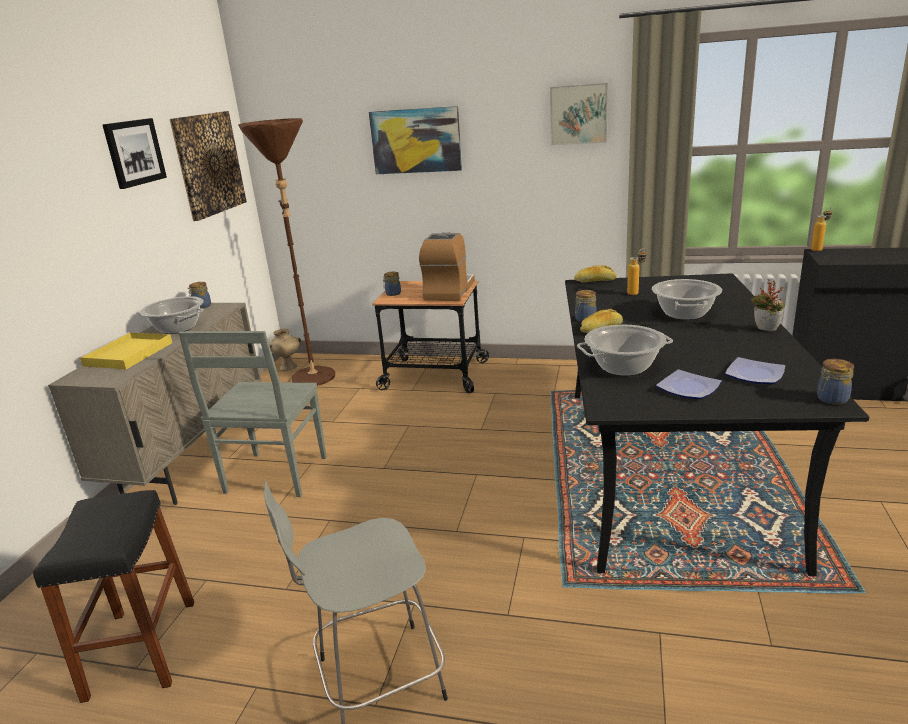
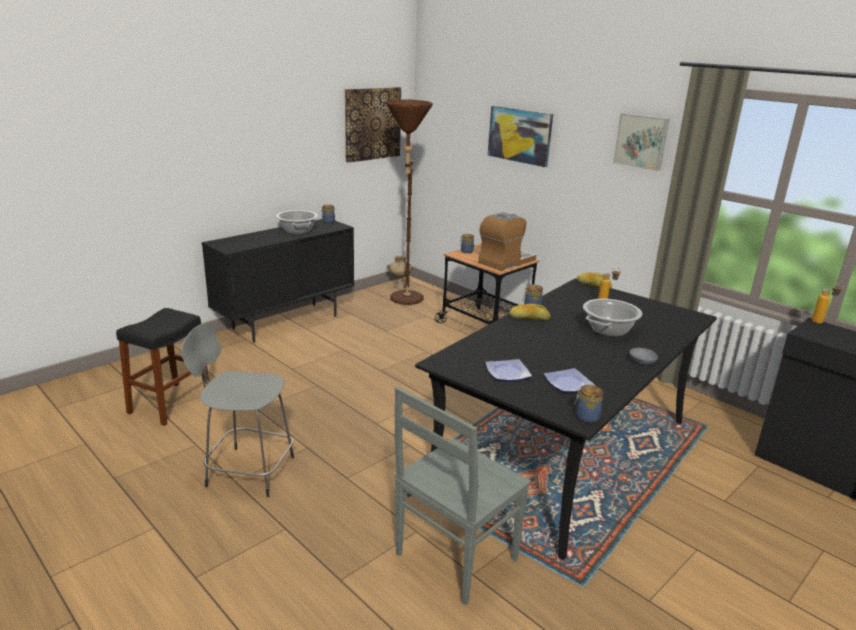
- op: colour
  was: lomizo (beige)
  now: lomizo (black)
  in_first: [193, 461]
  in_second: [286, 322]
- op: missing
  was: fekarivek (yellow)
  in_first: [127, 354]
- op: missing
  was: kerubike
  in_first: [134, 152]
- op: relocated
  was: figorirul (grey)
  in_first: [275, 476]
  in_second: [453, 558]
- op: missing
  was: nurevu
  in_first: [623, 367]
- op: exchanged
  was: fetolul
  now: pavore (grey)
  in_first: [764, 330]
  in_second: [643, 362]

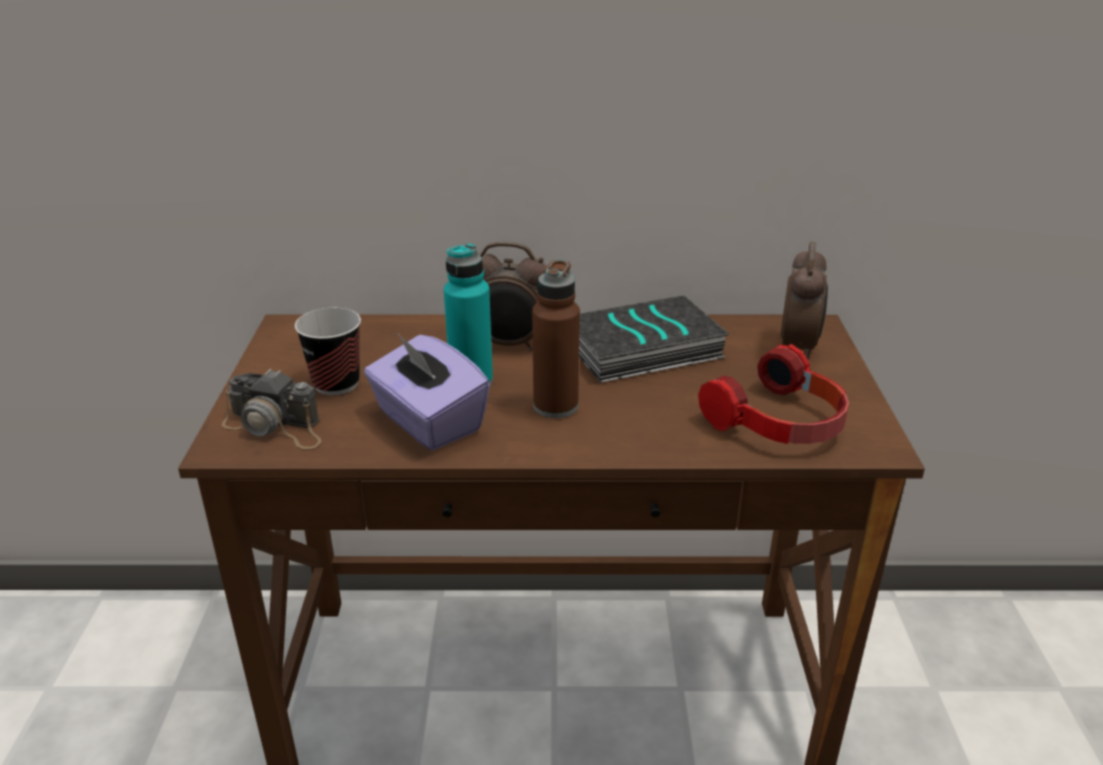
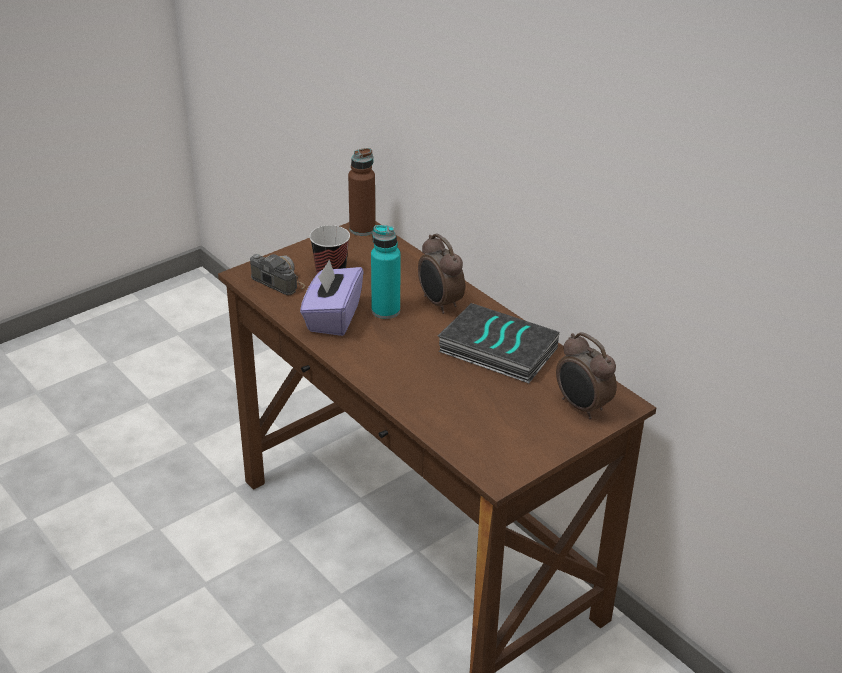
- op: spun
  was: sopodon
  in_first: [276, 427]
  in_second: [276, 278]
  clockwise: 150
- op: relocated
  was: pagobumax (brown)
  in_first: [555, 406]
  in_second: [362, 229]
- op: missing
  was: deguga
  in_first: [780, 423]
- op: spun
  was: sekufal
  in_first: [799, 348]
  in_second: [581, 407]
  clockwise: 75

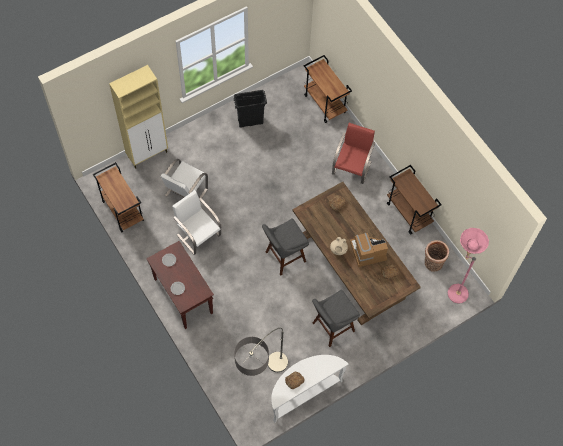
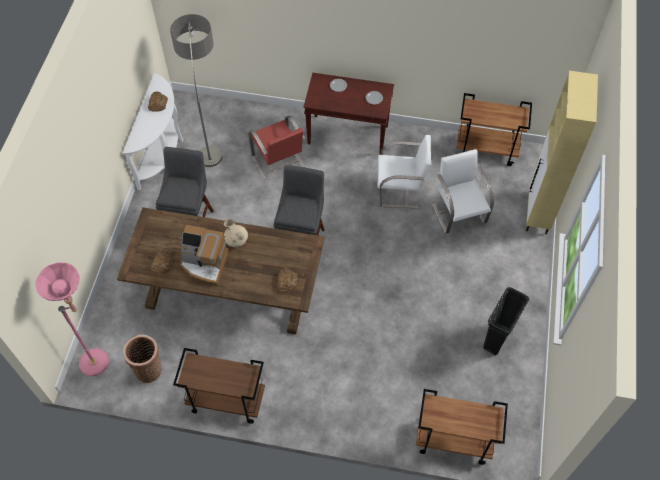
- op: relocated
  was: figorirul (red)
  in_first: [352, 167]
  in_second: [279, 162]
- op: spun
  was: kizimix
  in_first: [367, 252]
  in_second: [204, 263]
  clockwise: 75

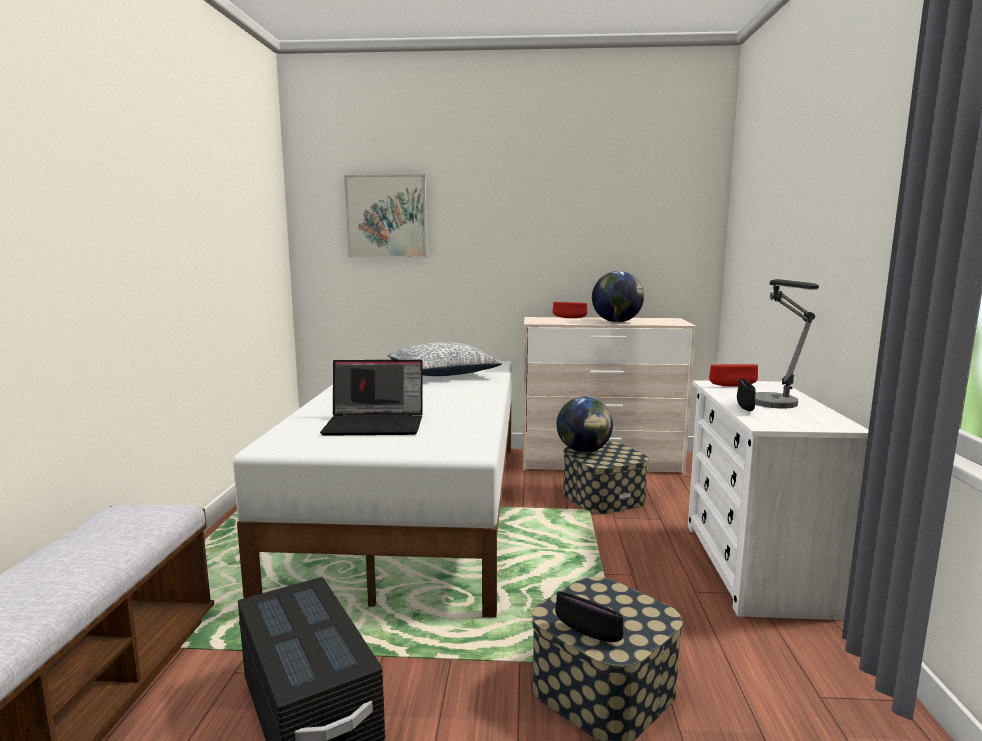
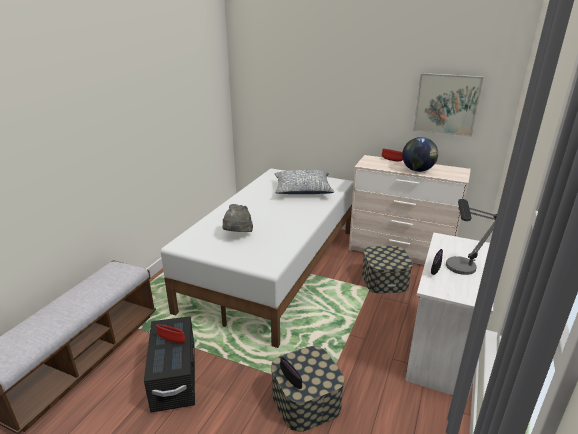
- op: exchanged
  was: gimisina
  now: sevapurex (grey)
  in_first: [376, 424]
  in_second: [237, 235]
- op: relocated
  was: kerubike
  in_first: [386, 216]
  in_second: [446, 104]
- op: missing
  was: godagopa
  in_first: [584, 451]
- op: relocated
  was: pavore (red)
  in_first: [732, 386]
  in_second: [171, 340]

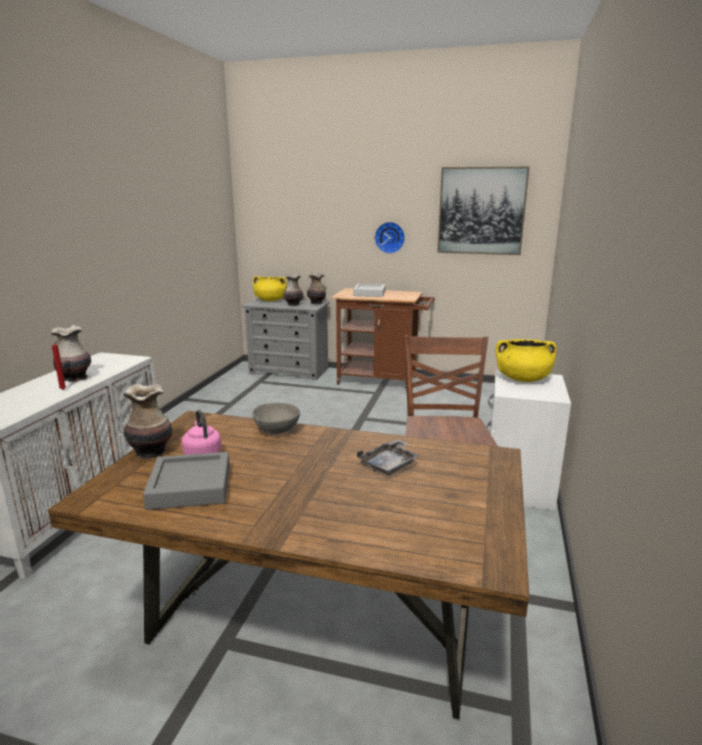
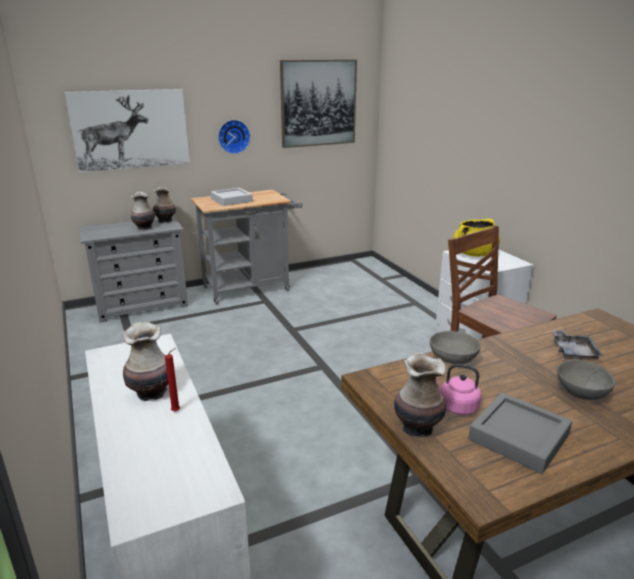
- op: missing
  was: nurevu (yellow)
  in_first: [270, 300]
- op: colour
  was: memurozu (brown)
  now: memurozu (grey)
  in_first: [382, 381]
  in_second: [251, 287]
- op: appeared
  now: kerubike
  in_second: [130, 129]
- op: appeared
  now: pavore (grey)
  in_second: [581, 393]

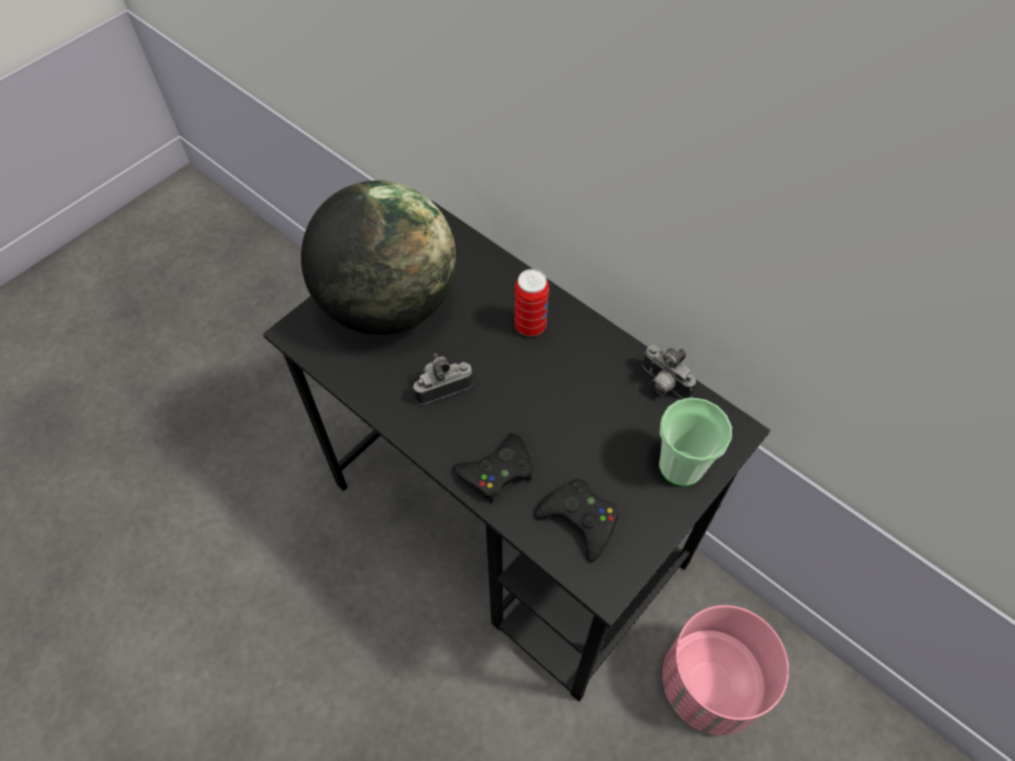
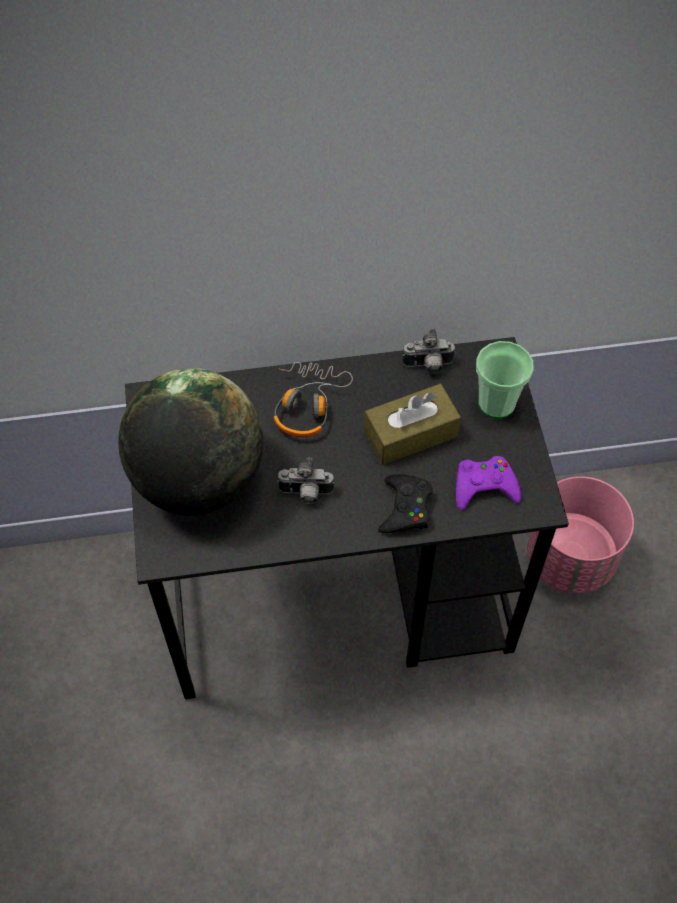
- op: spun
  was: sopodon
  in_first: [442, 387]
  in_second: [306, 494]
  clockwise: -105
- op: exchanged
  was: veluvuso
  now: deguga
  in_first: [530, 326]
  in_second: [307, 405]
- op: colour
  was: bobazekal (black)
  now: bobazekal (purple)
  in_first: [580, 520]
  in_second: [484, 487]
- op: appeared
  now: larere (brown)
  in_second: [410, 434]

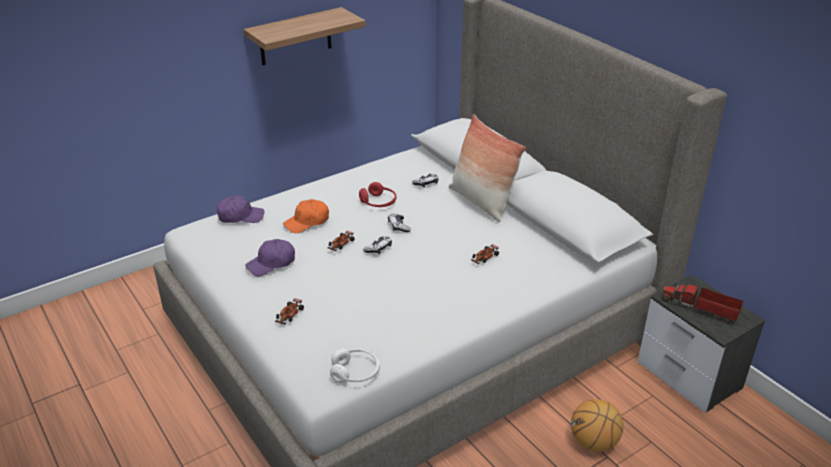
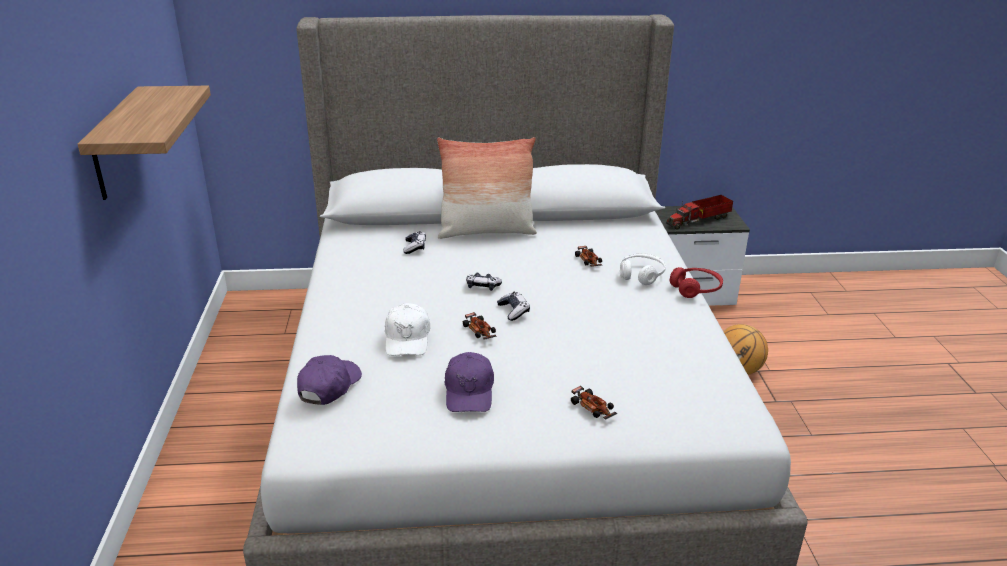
- op: colour
  was: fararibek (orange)
  now: fararibek (white)
  in_first: [307, 222]
  in_second: [407, 339]
- op: relocated
  was: deguga (white)
  in_first: [355, 372]
  in_second: [641, 275]
- op: relocated
  was: deguga (red)
  in_first: [378, 202]
  in_second: [696, 289]

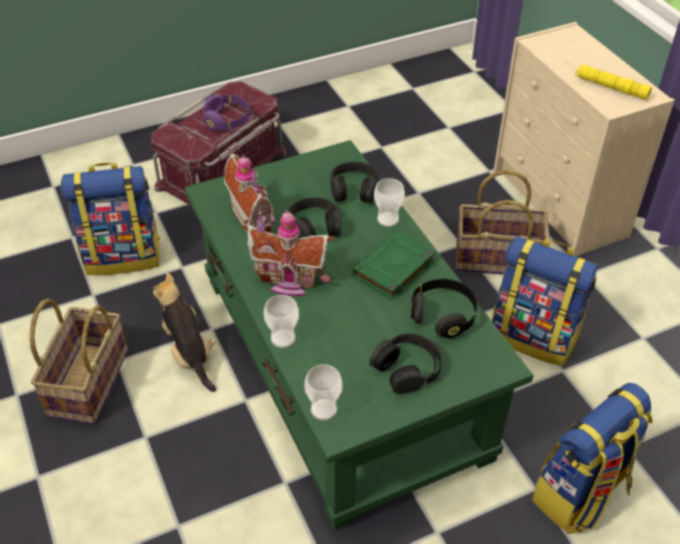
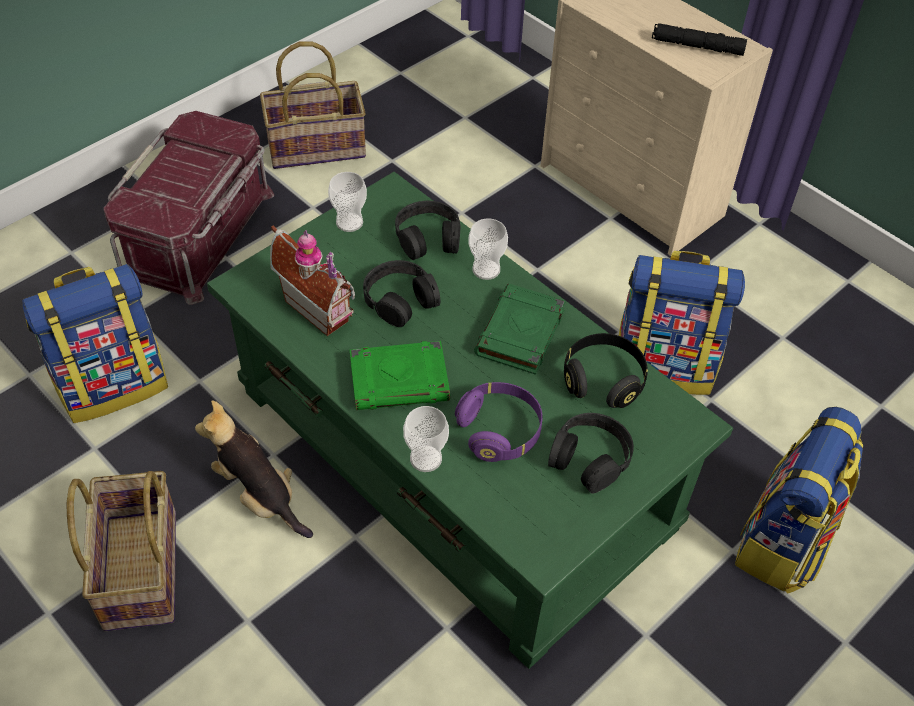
- op: relocated
  was: deguga (purple)
  in_first: [227, 121]
  in_second: [499, 431]
- op: exchanged
  was: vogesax
  now: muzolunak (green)
  in_first: [289, 281]
  in_second: [400, 381]
- op: relocated
  was: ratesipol
  in_first: [324, 409]
  in_second: [349, 222]
- op: relocated
  was: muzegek
  in_first: [497, 258]
  in_second: [316, 146]
- op: colour
  was: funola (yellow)
  now: funola (black)
  in_first: [611, 87]
  in_second: [697, 46]

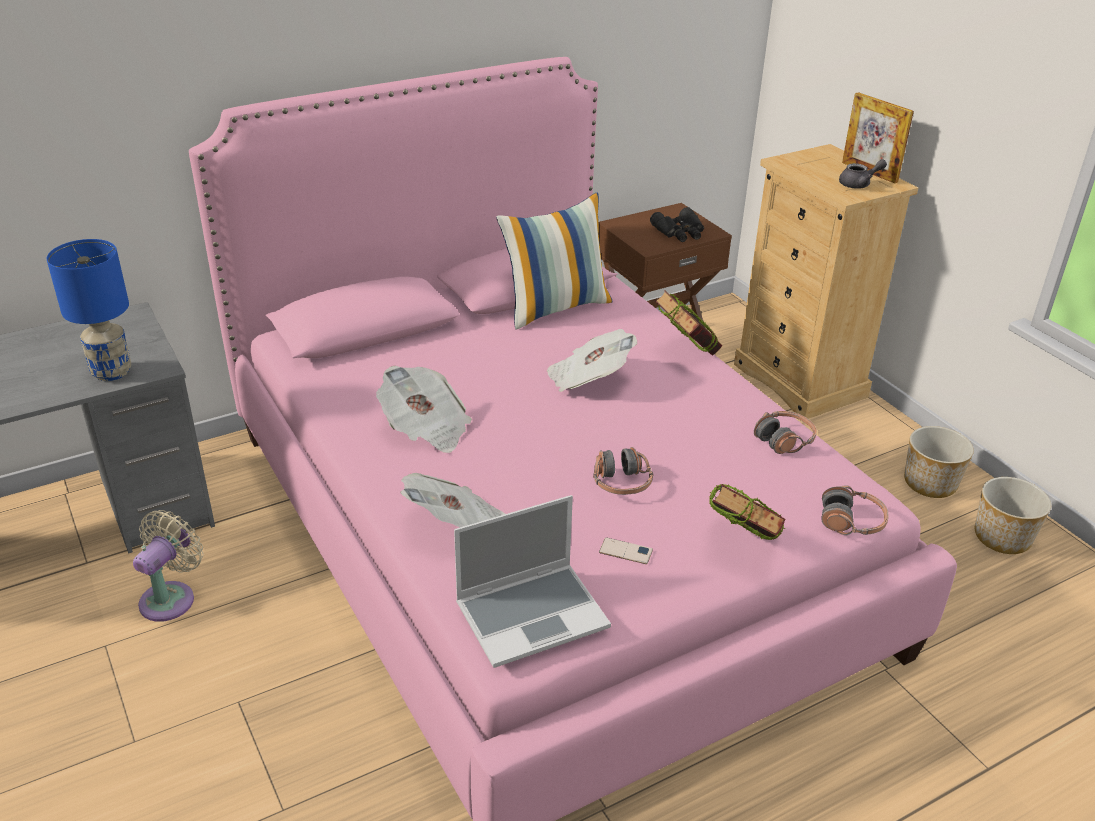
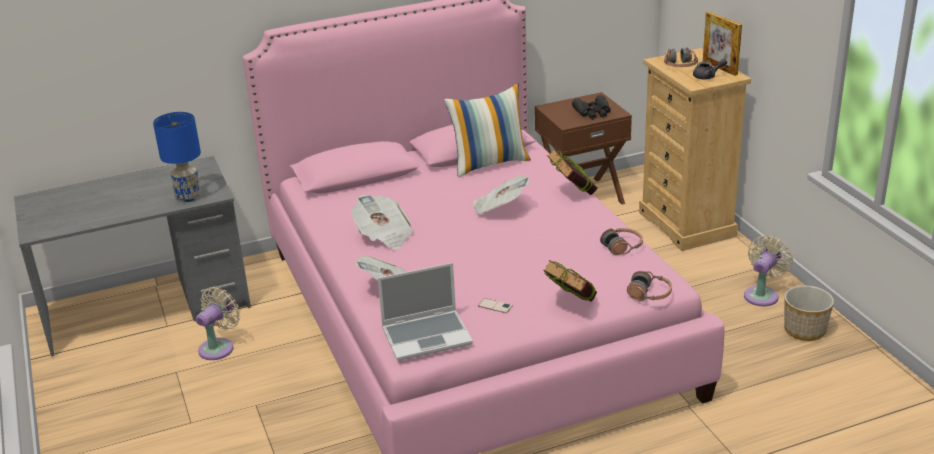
- op: relocated
  was: deguga
  in_first: [621, 483]
  in_second: [680, 66]
- op: exchanged
  was: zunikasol
  now: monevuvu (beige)
  in_first: [929, 483]
  in_second: [762, 294]

